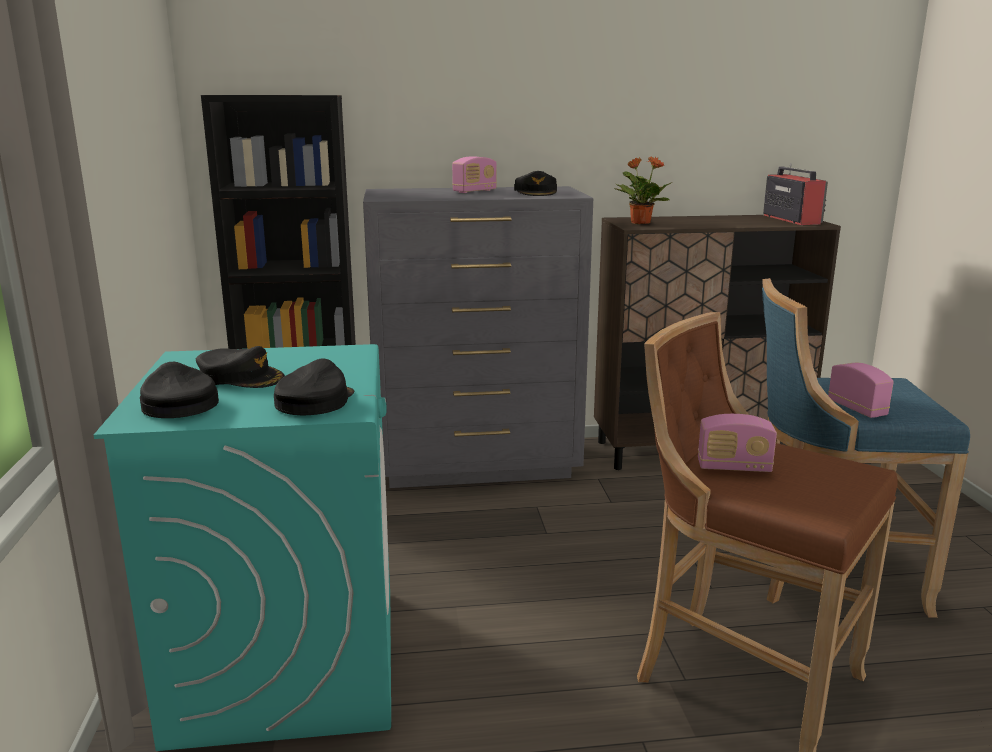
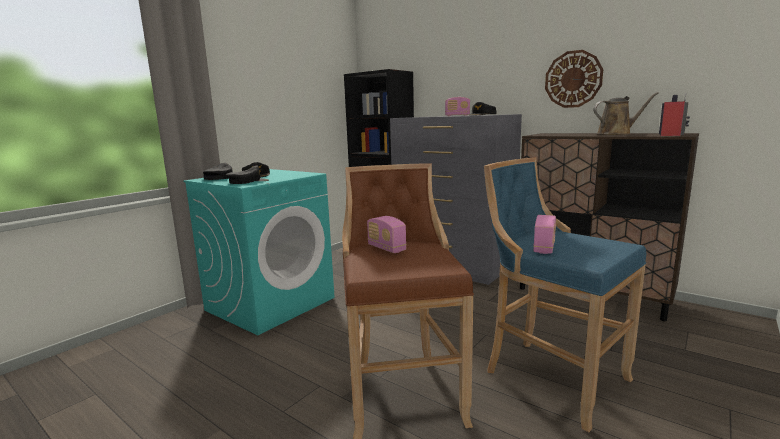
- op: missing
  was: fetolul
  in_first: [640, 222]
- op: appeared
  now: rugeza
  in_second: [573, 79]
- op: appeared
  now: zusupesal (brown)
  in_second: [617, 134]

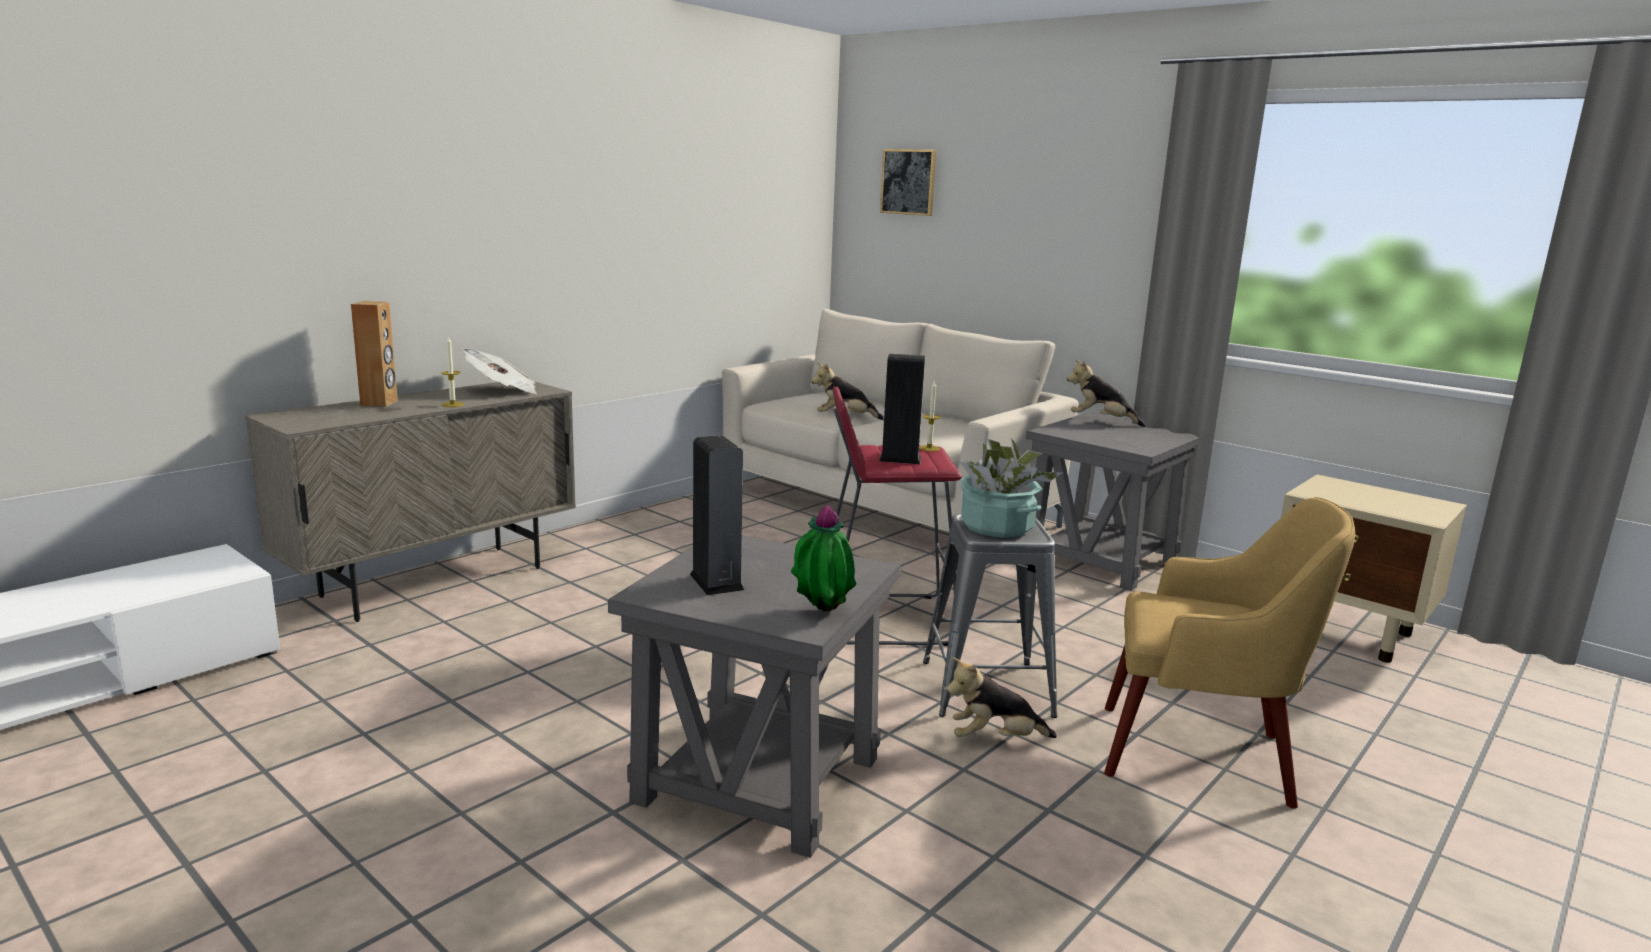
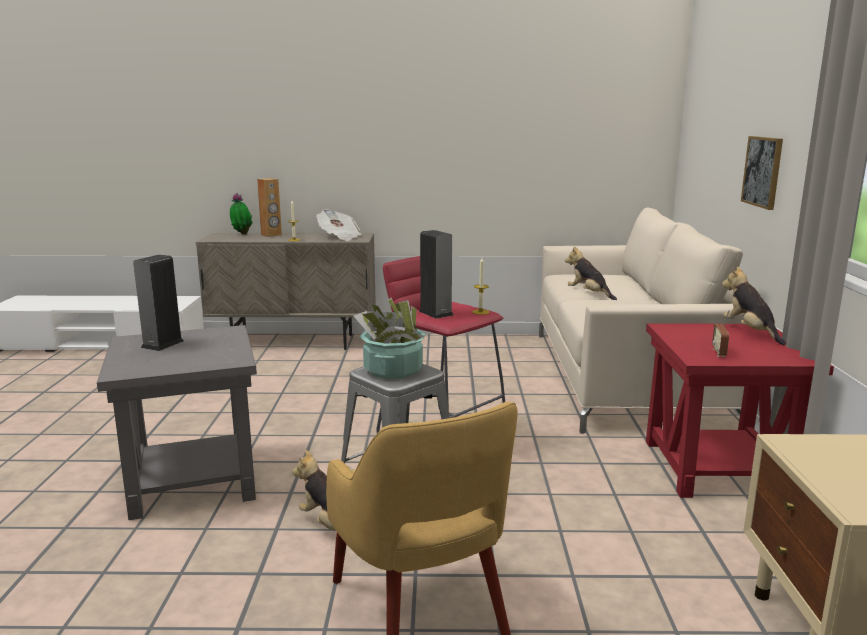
- op: relocated
  was: fetolul
  in_first: [821, 613]
  in_second: [241, 234]
- op: relocated
  was: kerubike
  in_first: [908, 182]
  in_second: [763, 171]
- op: colour
  was: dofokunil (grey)
  now: dofokunil (red)
  in_first: [1102, 559]
  in_second: [717, 468]
- op: appeared
  now: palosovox
  in_second: [719, 353]

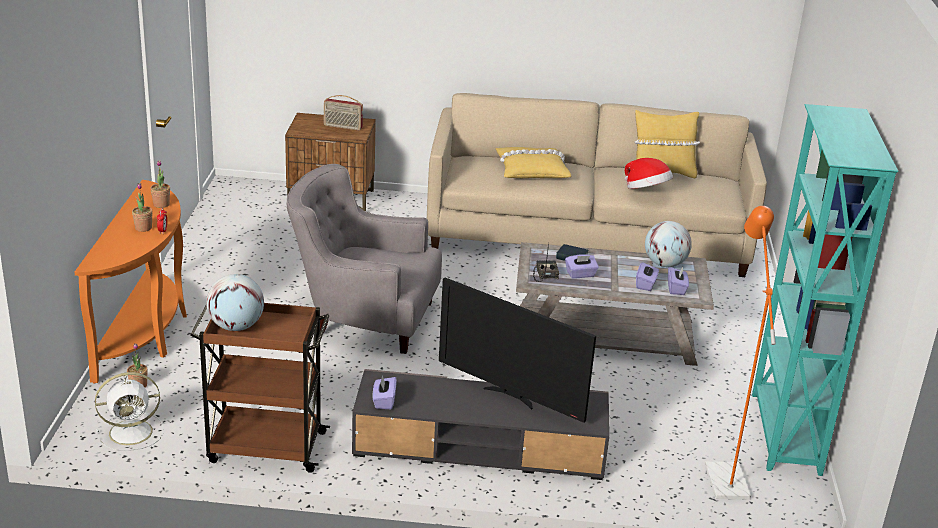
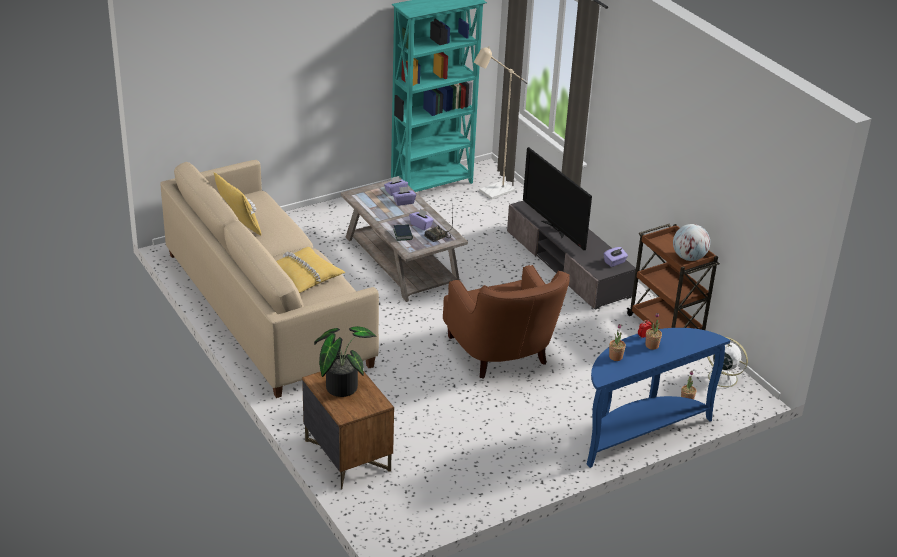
- op: colour
  was: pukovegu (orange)
  now: pukovegu (blue)
  in_first: [146, 333]
  in_second: [639, 432]
- op: colour
  was: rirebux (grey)
  now: rirebux (brown)
  in_first: [363, 318]
  in_second: [502, 354]
- op: exchanged
  was: palosovox
  now: fetolul
  in_first: [342, 127]
  in_second: [341, 385]
- op: spun
  was: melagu
  in_first: [511, 396]
  in_second: [554, 228]
  clockwise: 150
- op: missing
  was: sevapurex
  in_first: [646, 191]
- op: missing
  was: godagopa
  in_first: [665, 264]
- op: colour
  was: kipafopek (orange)
  now: kipafopek (beige)
  in_first: [724, 474]
  in_second: [492, 193]

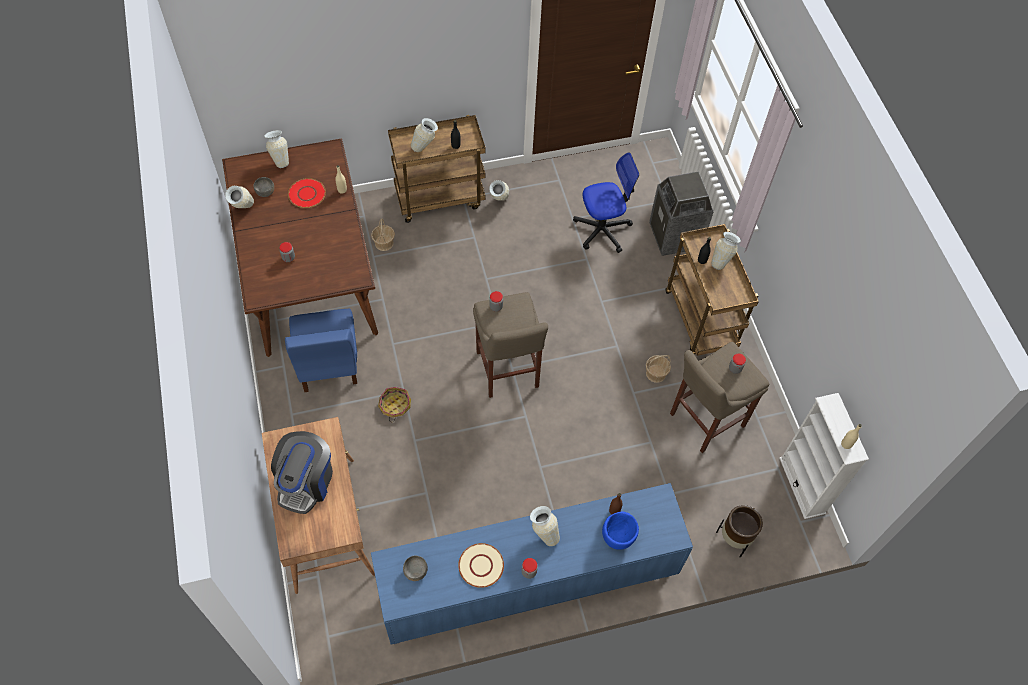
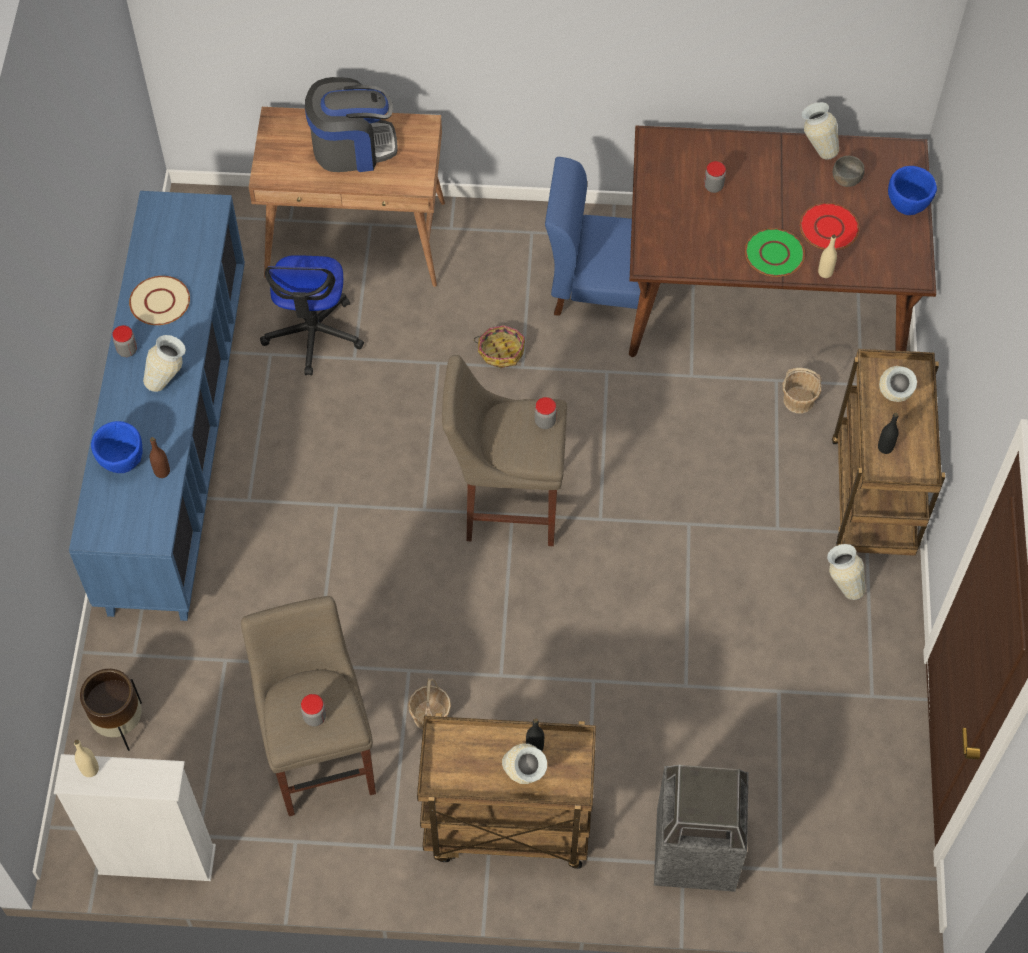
- op: exchanged
  was: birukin
  now: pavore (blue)
  in_first: [280, 160]
  in_second: [907, 207]
- op: spun
  was: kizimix
  in_first: [306, 482]
  in_second: [352, 147]
  clockwise: 135
- op: missing
  was: pavore (grey)
  in_first: [415, 571]
- op: relocated
  was: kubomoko
  in_first: [602, 230]
  in_second: [313, 334]
- op: appeared
  now: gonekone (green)
  in_second: [774, 253]

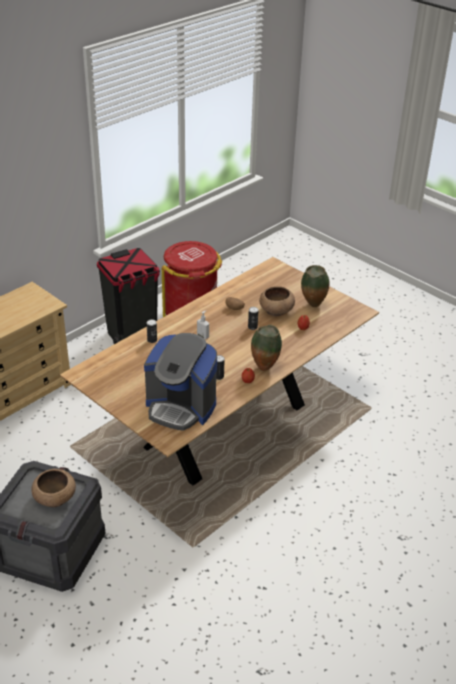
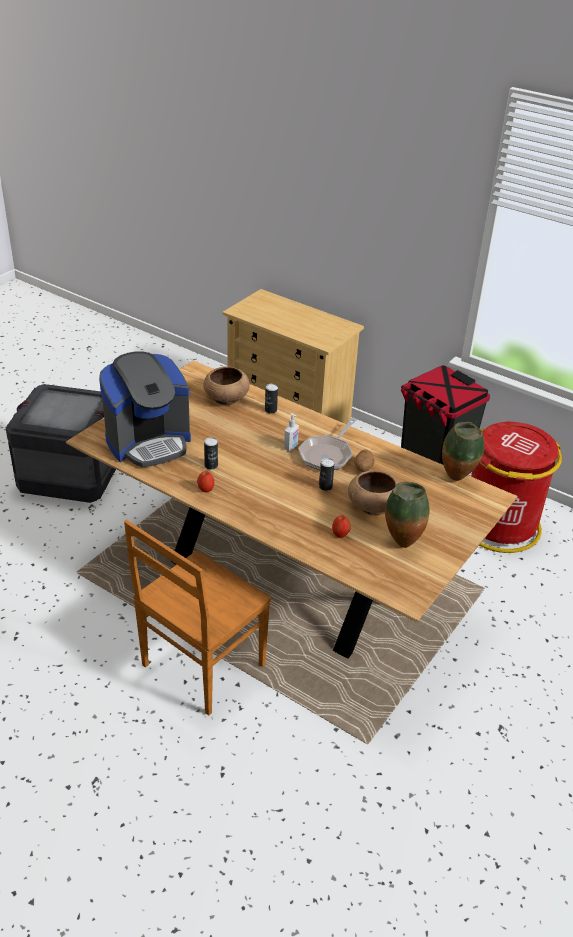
- op: relocated
  was: pavore (brown)
  in_first: [55, 498]
  in_second: [226, 398]
- op: spun
  was: kizimix
  in_first: [181, 407]
  in_second: [149, 442]
  clockwise: -135
- op: relocated
  was: birukin
  in_first: [264, 367]
  in_second: [457, 478]
- op: appeared
  now: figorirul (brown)
  in_second: [201, 667]
- op: appeared
  now: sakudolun
  in_second: [327, 454]

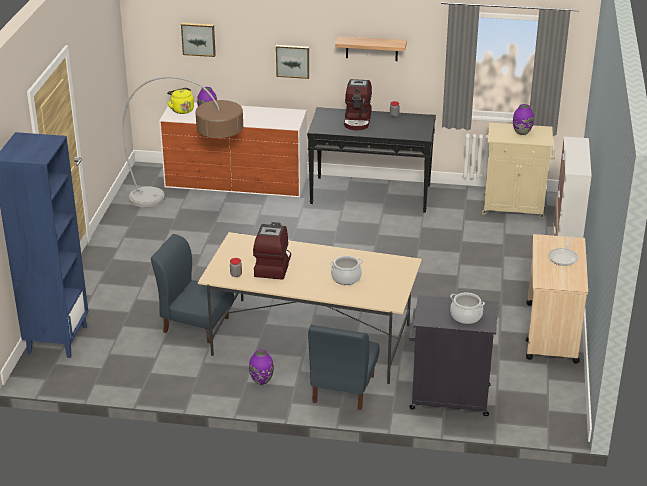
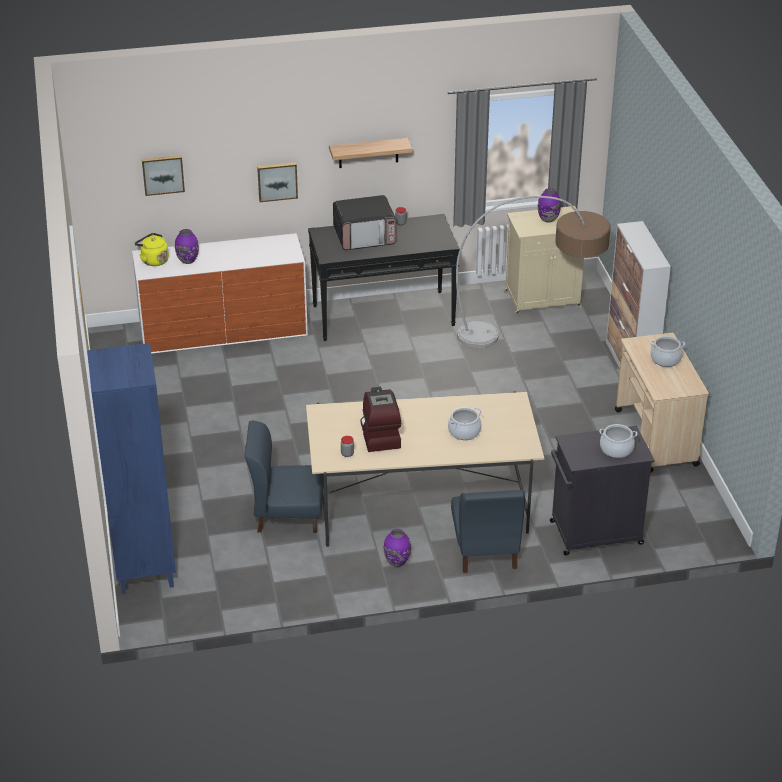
- op: relocated
  was: kipafopek
  in_first: [192, 206]
  in_second: [534, 335]
- op: exchanged
  was: kizimix
  now: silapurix
  in_first: [358, 120]
  in_second: [365, 237]
- op: exchanged
  was: sakudolun
  now: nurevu
  in_first: [563, 257]
  in_second: [665, 359]

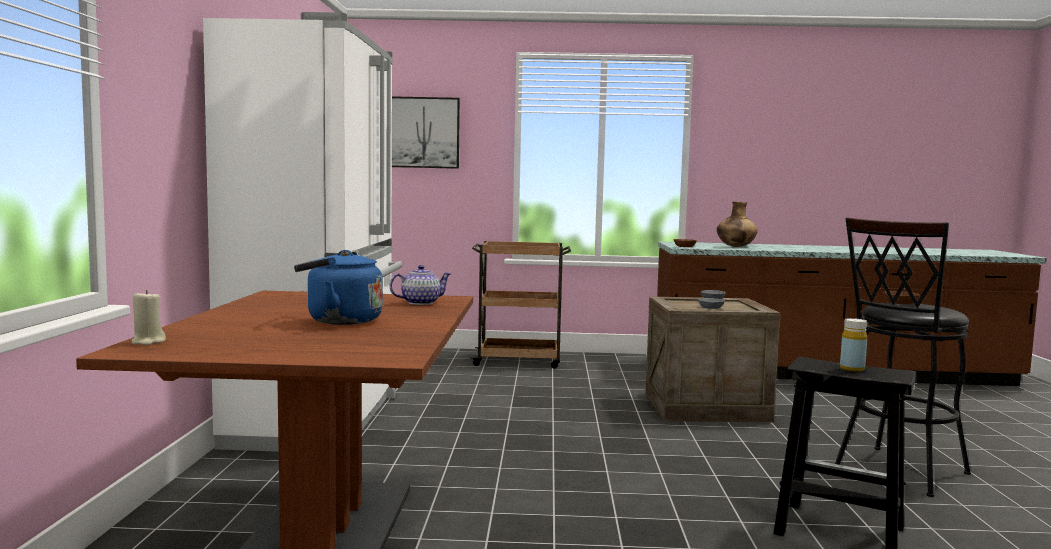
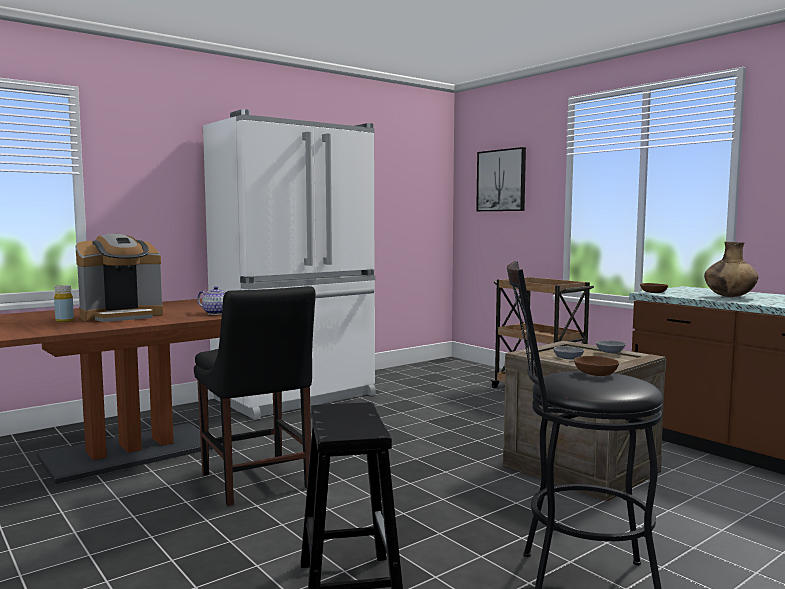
- op: missing
  was: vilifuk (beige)
  in_first: [148, 342]
- op: exchanged
  was: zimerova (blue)
  now: kizimix
  in_first: [339, 321]
  in_second: [121, 316]
- op: relocated
  was: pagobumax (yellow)
  in_first: [852, 369]
  in_second: [64, 321]
- op: appeared
  now: figorirul (black)
  in_second: [257, 482]

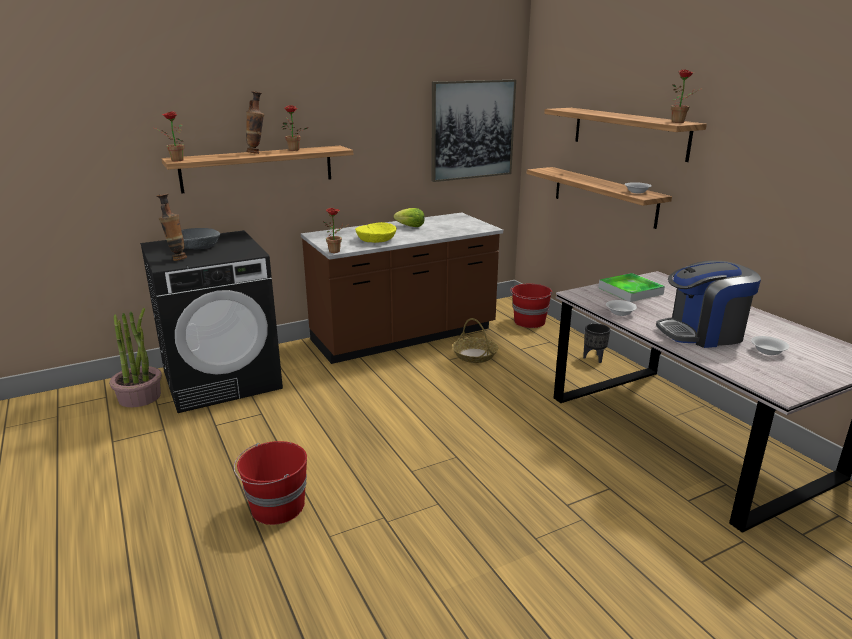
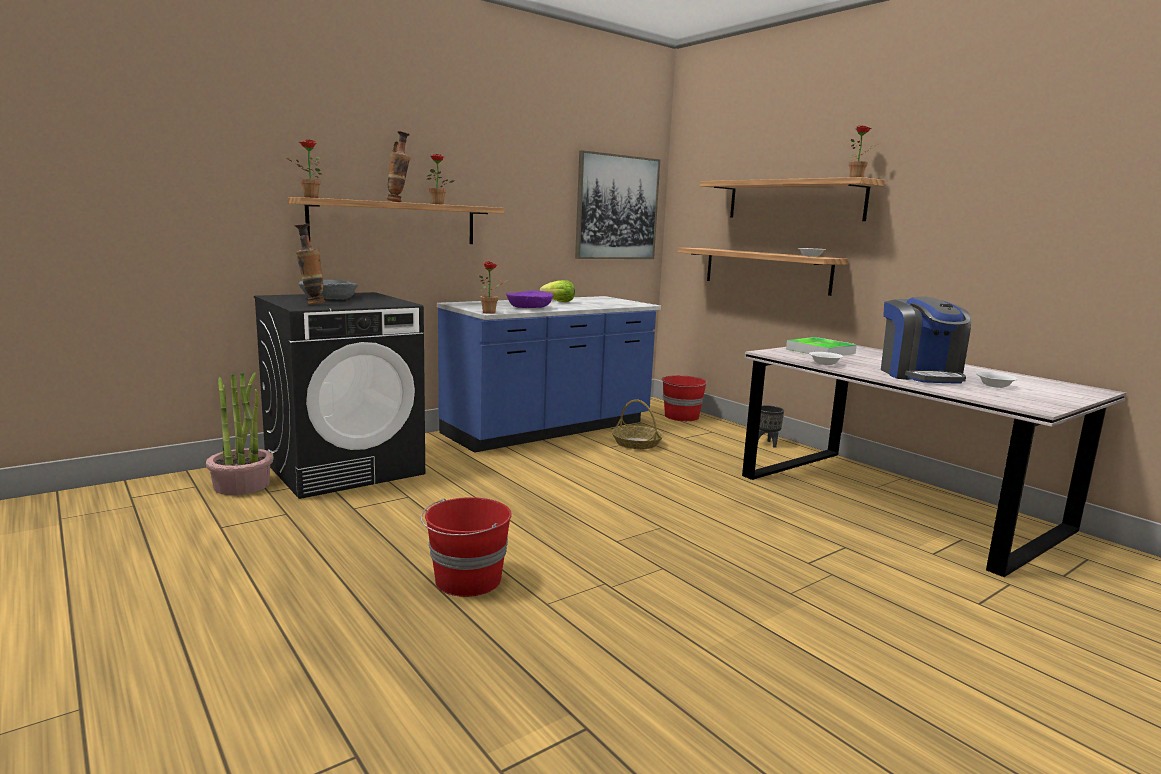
- op: colour
  was: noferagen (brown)
  now: noferagen (blue)
  in_first: [404, 336]
  in_second: [549, 429]
- op: colour
  was: pavore (yellow)
  now: pavore (purple)
  in_first: [376, 240]
  in_second: [529, 307]
- op: spun
  was: kizimix
  in_first: [702, 333]
  in_second: [920, 375]
  clockwise: -75

